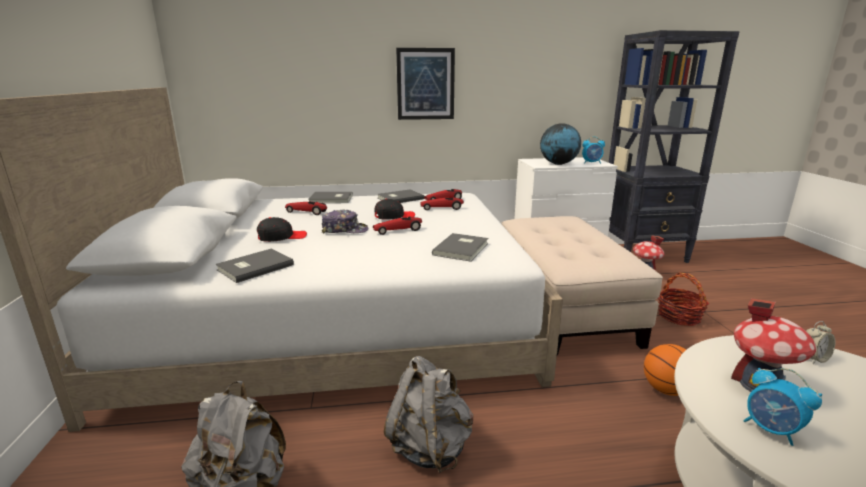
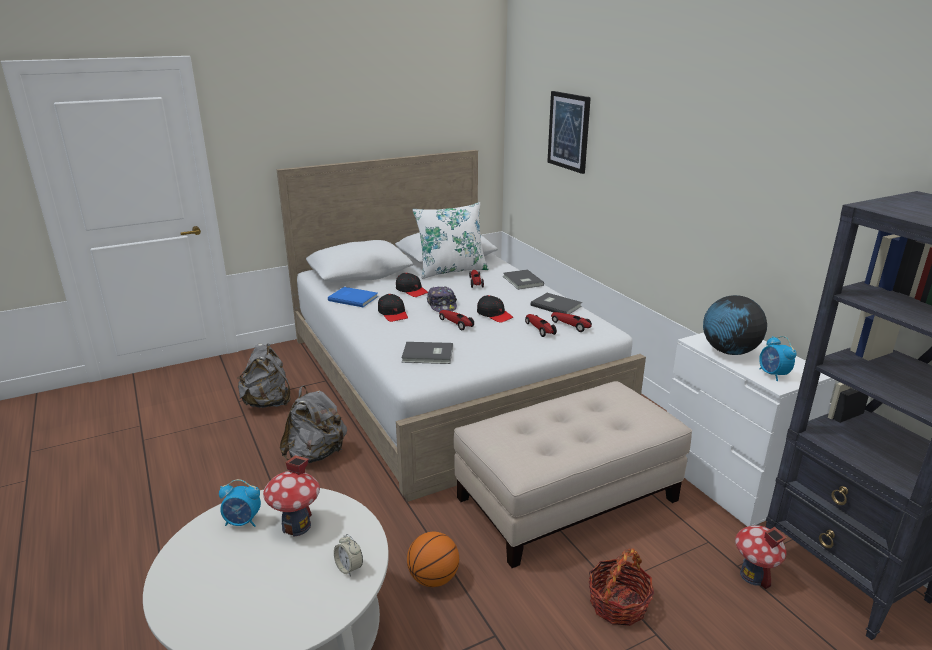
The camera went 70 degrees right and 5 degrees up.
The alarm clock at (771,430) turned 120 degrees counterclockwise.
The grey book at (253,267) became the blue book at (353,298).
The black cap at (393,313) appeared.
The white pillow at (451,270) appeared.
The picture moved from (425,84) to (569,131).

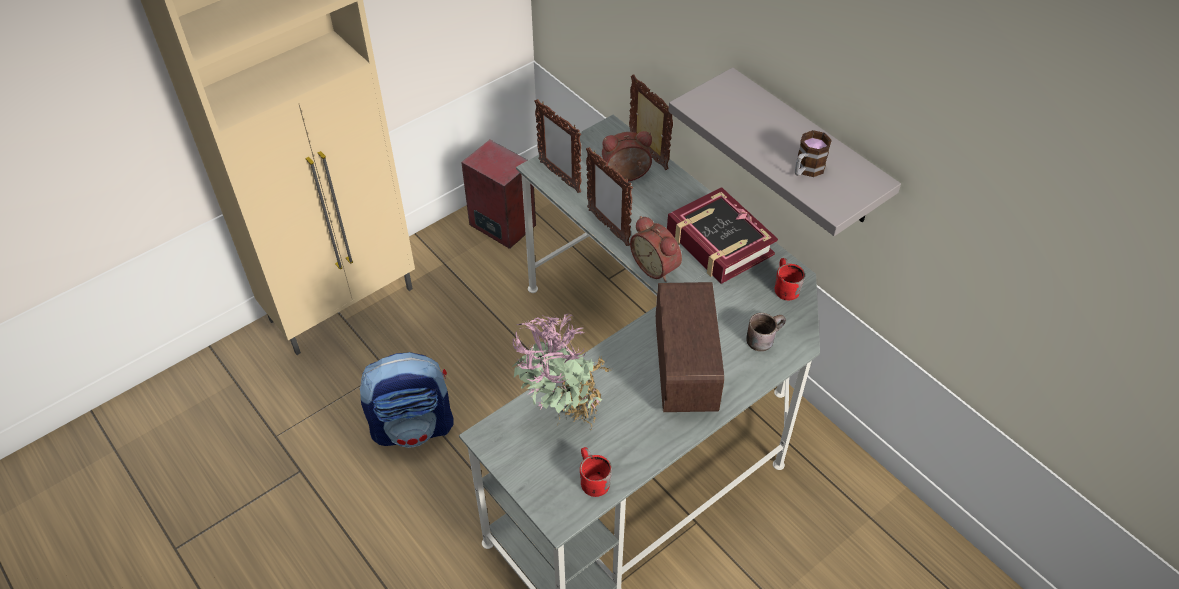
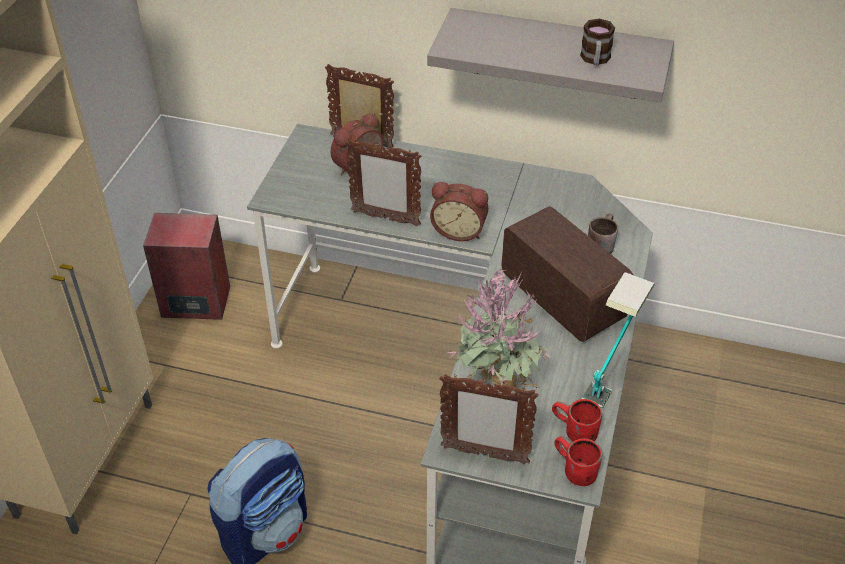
The camera went 35 degrees left and 5 degrees down.
The picture frame moved from (559,177) to (484,455).
The red mug moved from (783,287) to (573,470).
The table lamp at (611,371) appeared.
The book at (719,243) disappeared.

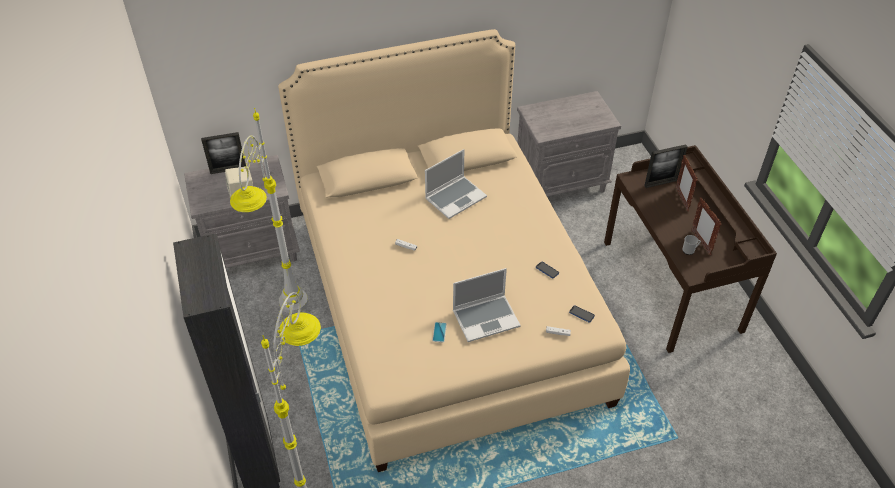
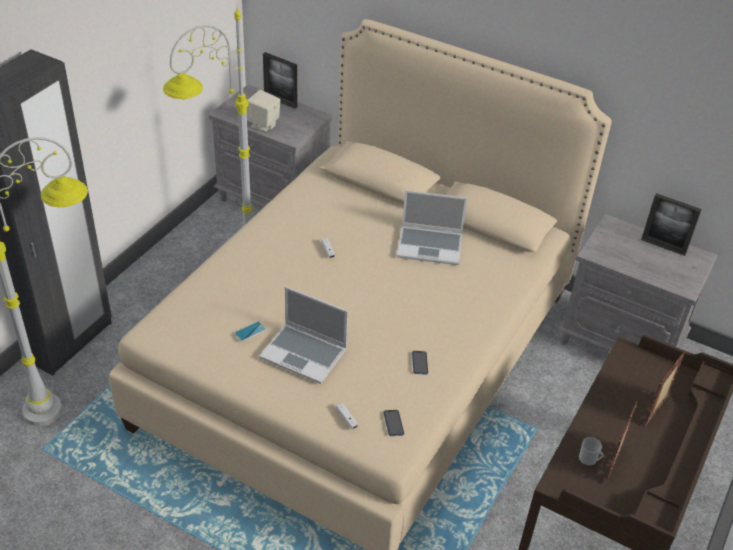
The camera went 45 degrees right and 5 degrees down.
The picture frame moved from (661,183) to (663,246).

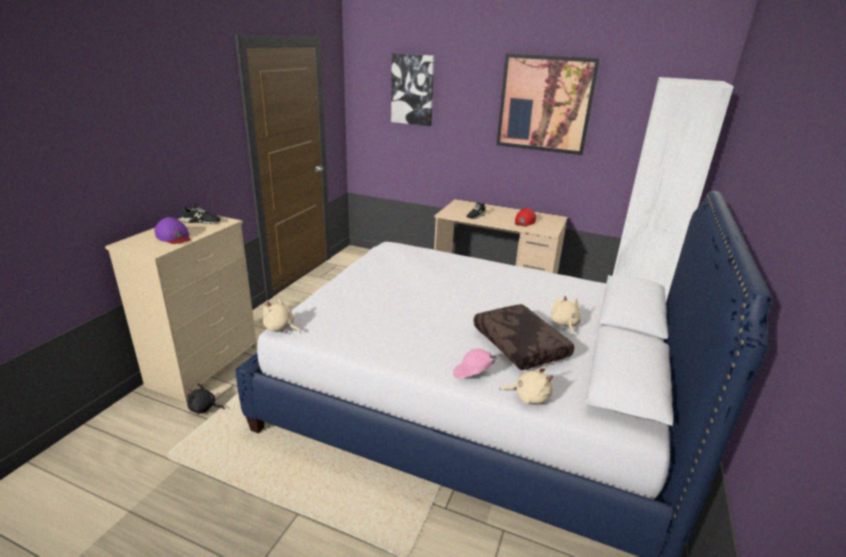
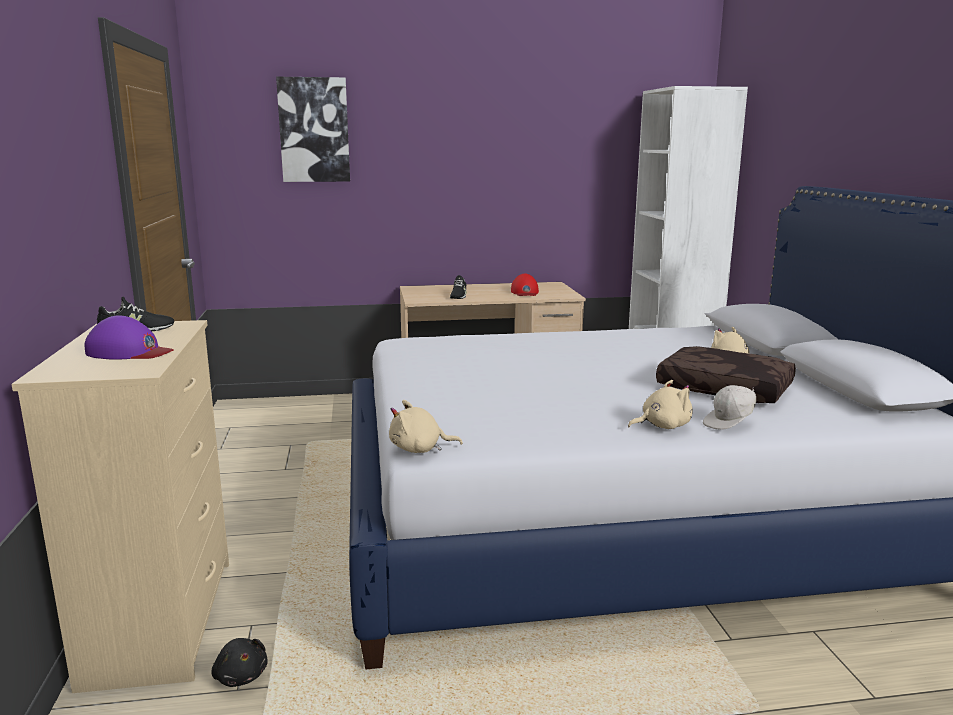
The camera went 30 degrees left and 10 degrees down.
The black plush toy at (204,408) turned 105 degrees counterclockwise.
The beige plush toy moved from (528,397) to (662,426).
The pink cap at (473,374) became the white cap at (730,423).
The picture at (545,104) disappeared.

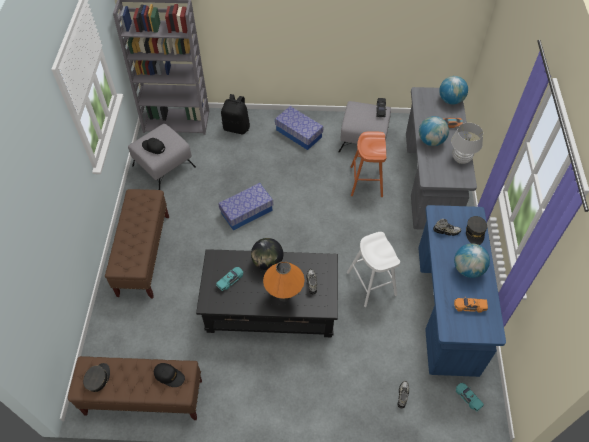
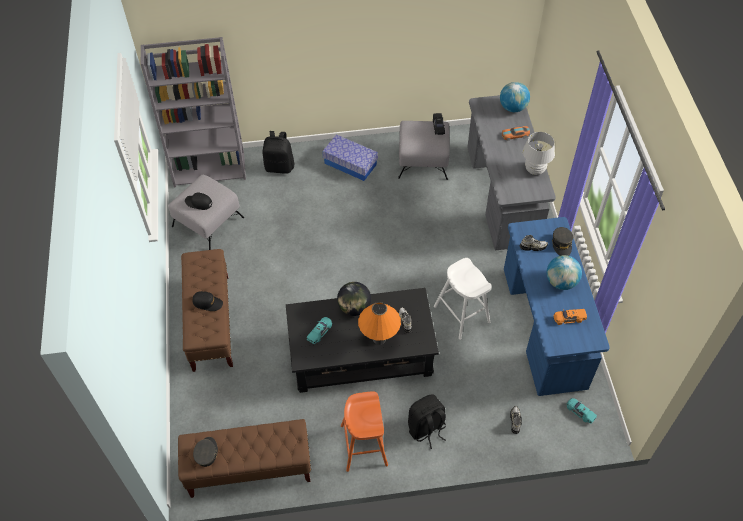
The camera went 10 degrees left and 0 degrees up.
The black cap moved from (169,376) to (207,303).
The orange stool moved from (366,181) to (364,445).
The black backpack at (426,429) appeared.
The storage box at (247,212) disappeared.
The globe at (431,141) disappeared.

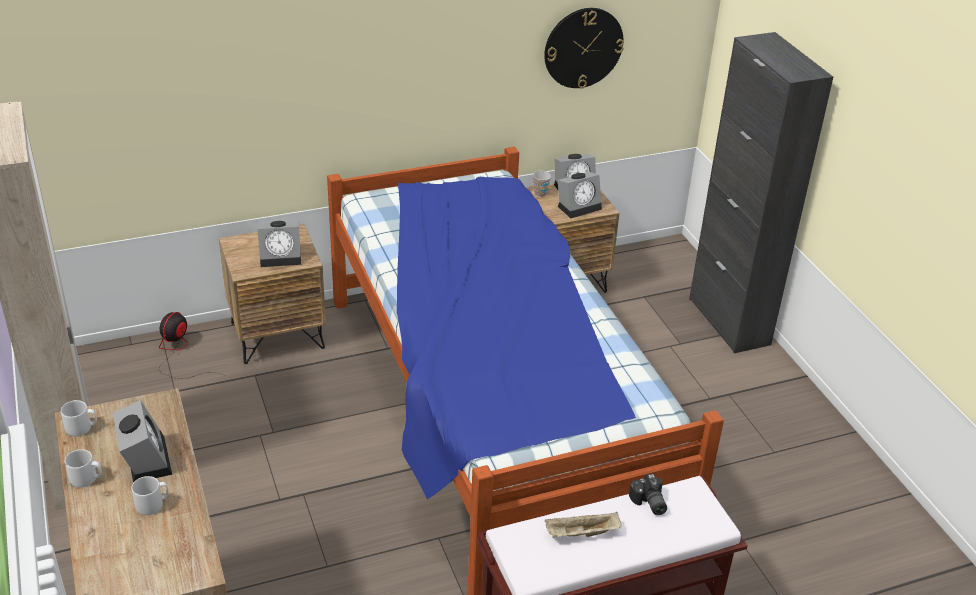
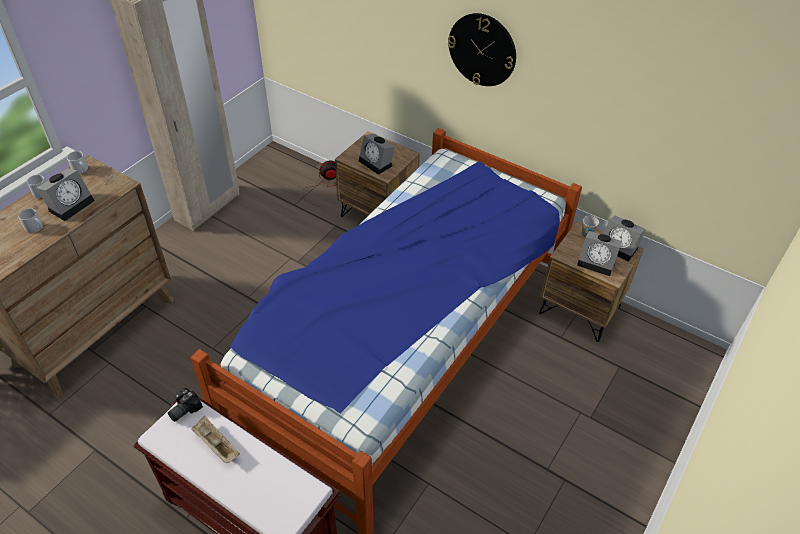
The camera went 55 degrees right and 10 degrees up.
The photo camera moved from (648,503) to (183,409).
The wall clock moved from (583,47) to (482,50).
The black cabinet at (729,321) disappeared.

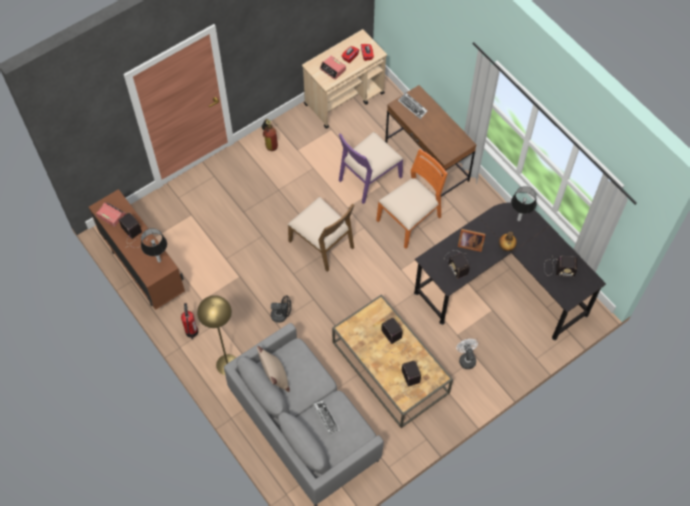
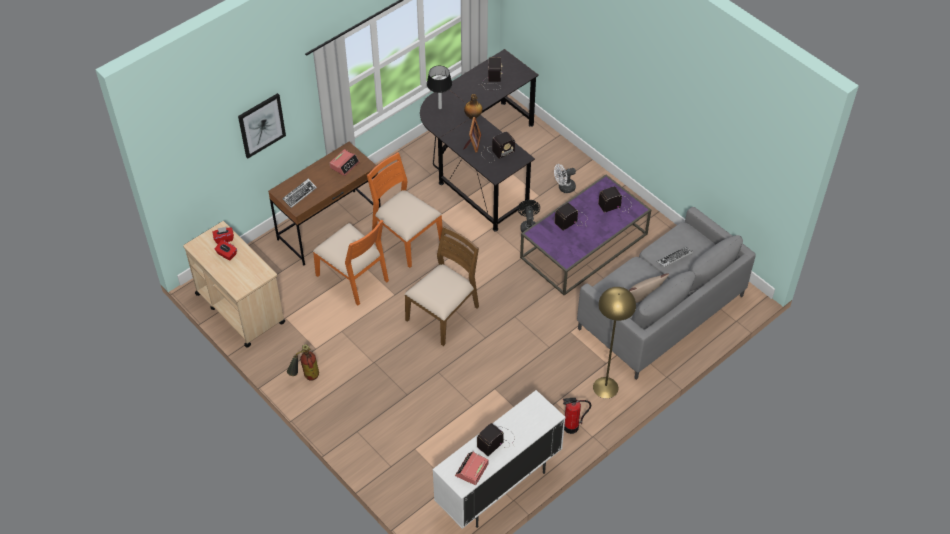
The camera went 95 degrees left and 10 degrees down.
The picture at (261,125) appeared.
The purple chair at (369,178) became the orange chair at (353,277).
The alarm clock moved from (333,69) to (344,165).
The brown cabinet at (144,271) became the white cabinet at (498,488).
The black fan moved from (282,315) to (528,226).
The brown coffee table at (390,368) became the purple coffee table at (584,246).
The table lamp at (159,260) disappeared.

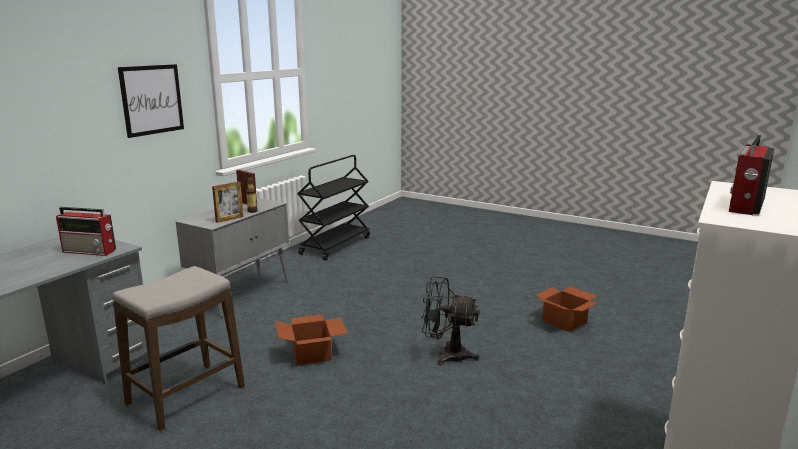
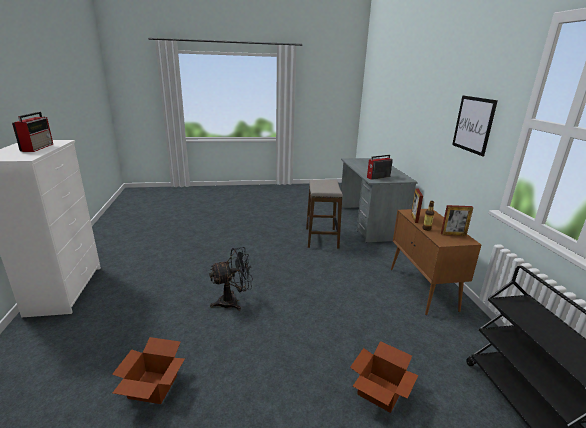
The camera went 140 degrees right and 5 degrees up.
The cardboard box moved from (313,354) to (379,392).
The grey cabinet at (242,294) became the brown cabinet at (422,289).

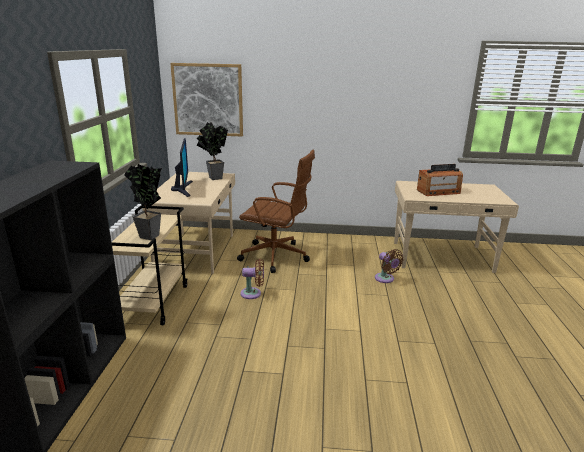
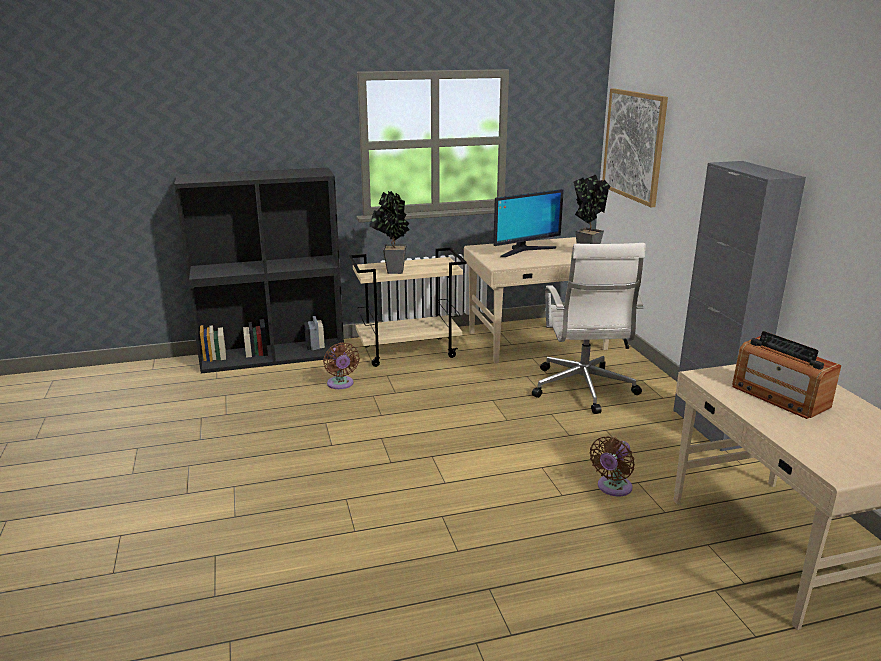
The camera went 70 degrees right and 0 degrees up.
The brown fan moved from (253,293) to (341,384).
The brown office chair at (276,256) became the white office chair at (583,390).
The grey cabinet at (712,427) appeared.

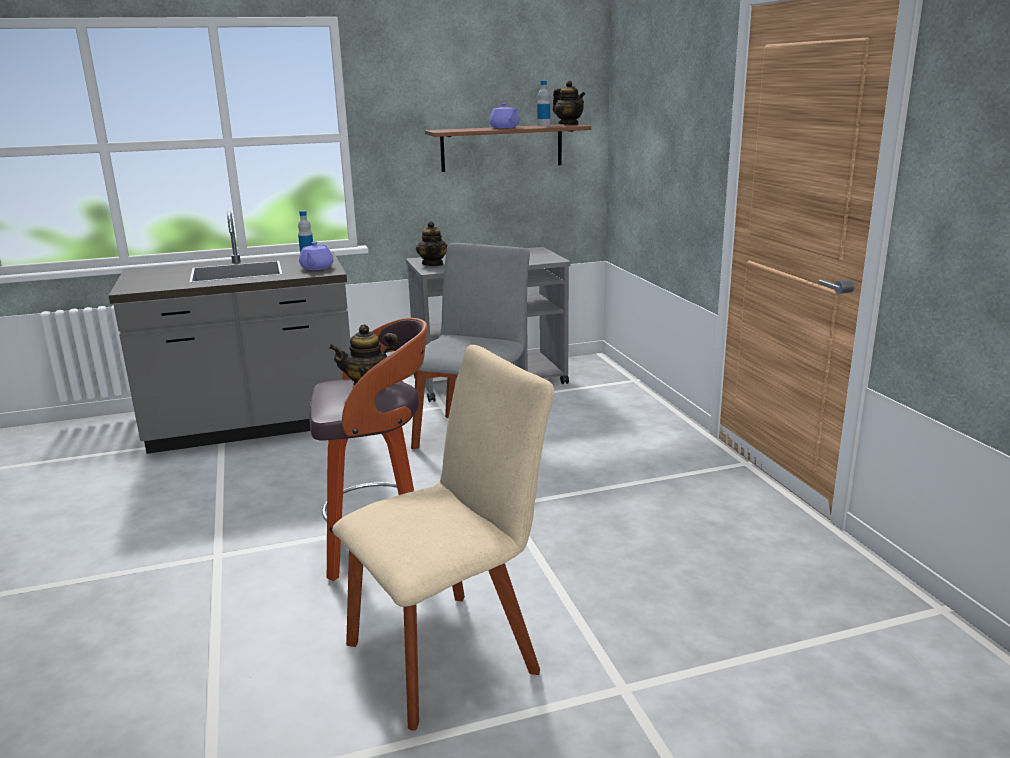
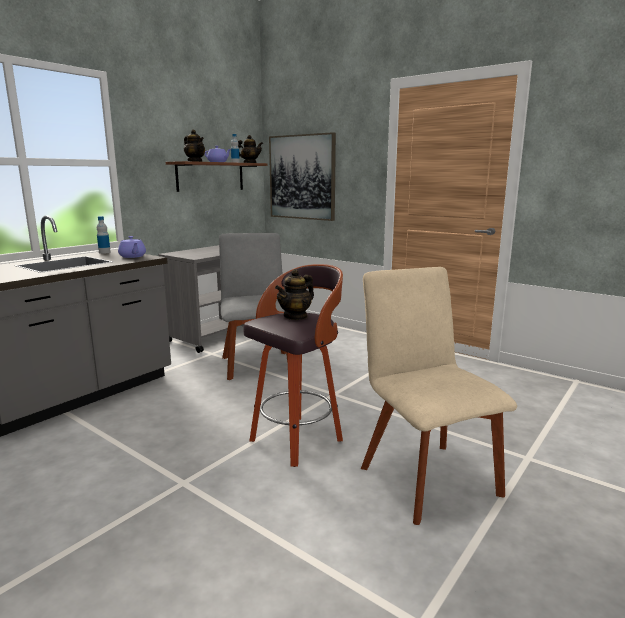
The camera went 35 degrees left and 5 degrees down.
The teapot moved from (433,264) to (195,161).
The picture at (302,177) appeared.
The beige chair at (449,652) turned 45 degrees counterclockwise.

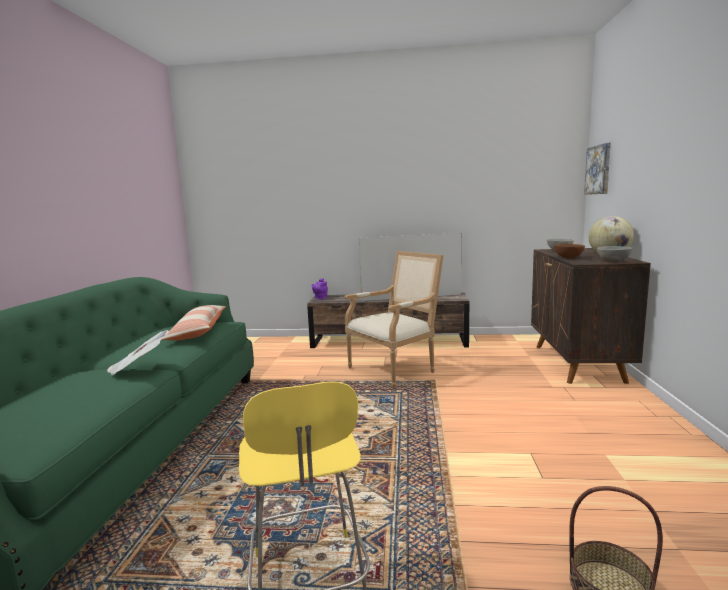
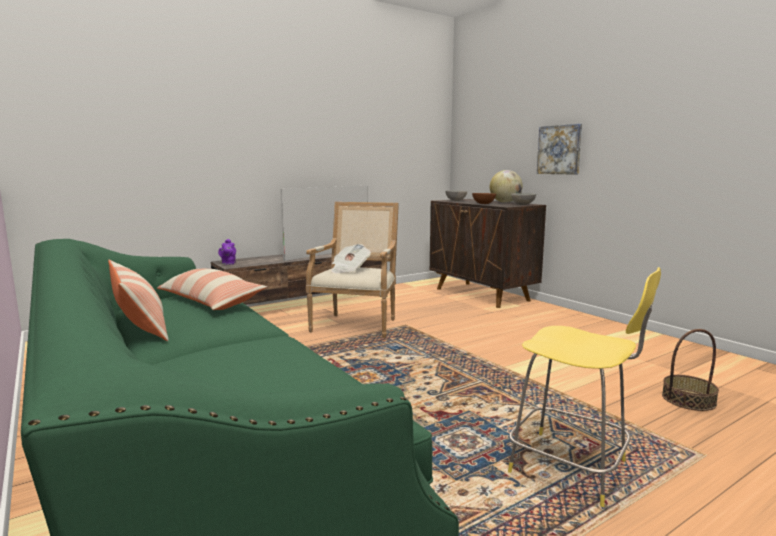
The camera went 40 degrees left and 0 degrees up.
The pillow at (140,324) appeared.
The newspaper moved from (139,368) to (349,270).
The picture moved from (598,170) to (559,150).

